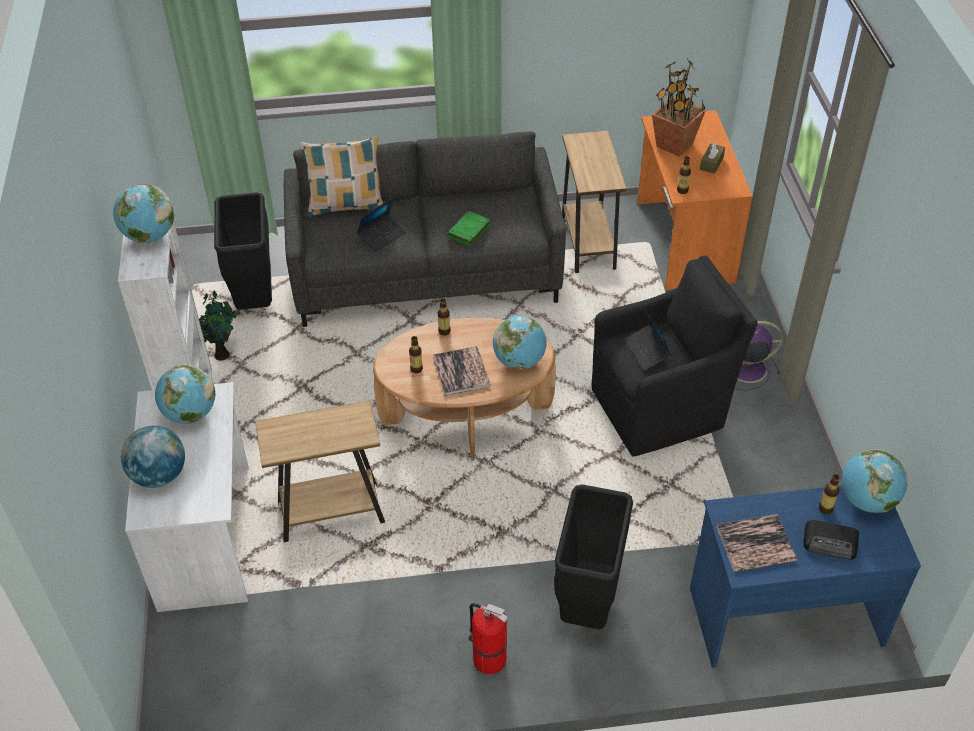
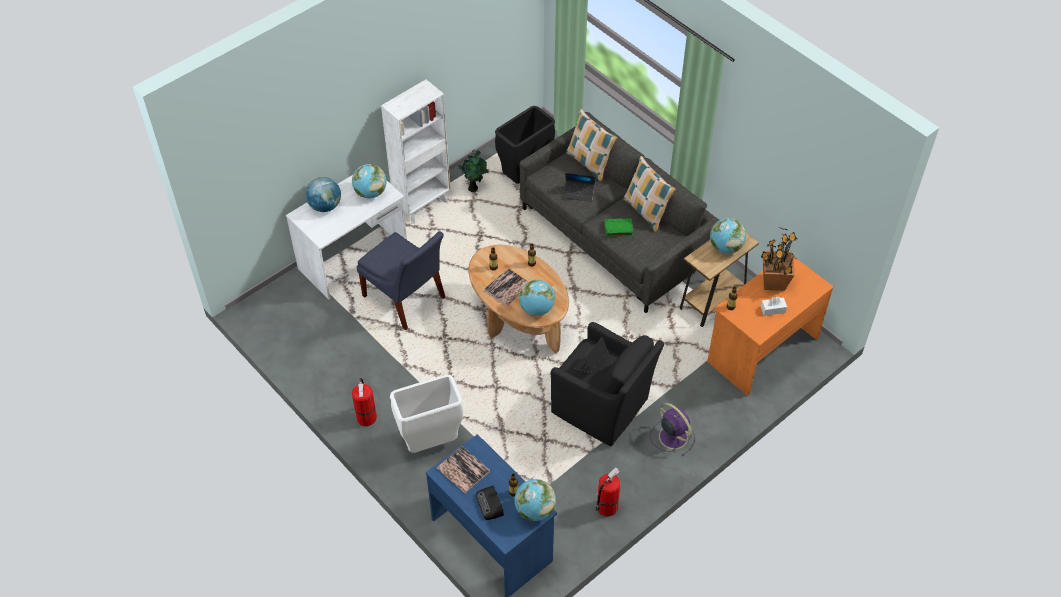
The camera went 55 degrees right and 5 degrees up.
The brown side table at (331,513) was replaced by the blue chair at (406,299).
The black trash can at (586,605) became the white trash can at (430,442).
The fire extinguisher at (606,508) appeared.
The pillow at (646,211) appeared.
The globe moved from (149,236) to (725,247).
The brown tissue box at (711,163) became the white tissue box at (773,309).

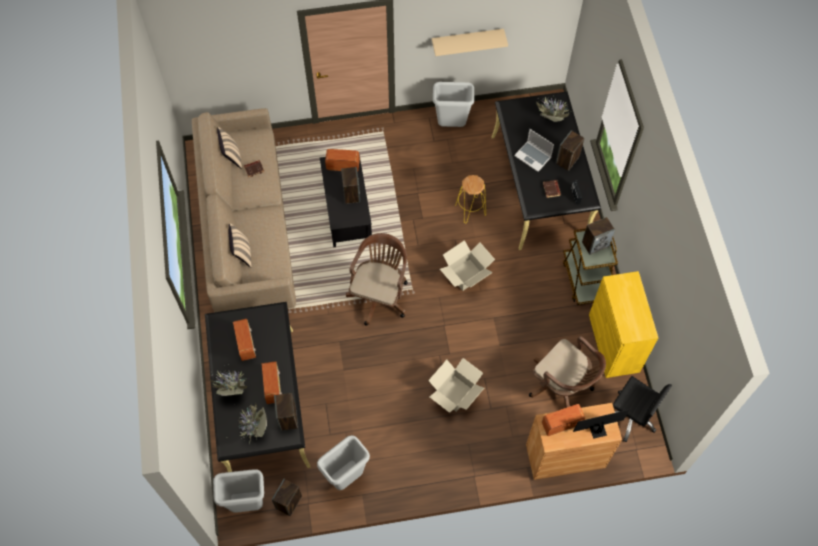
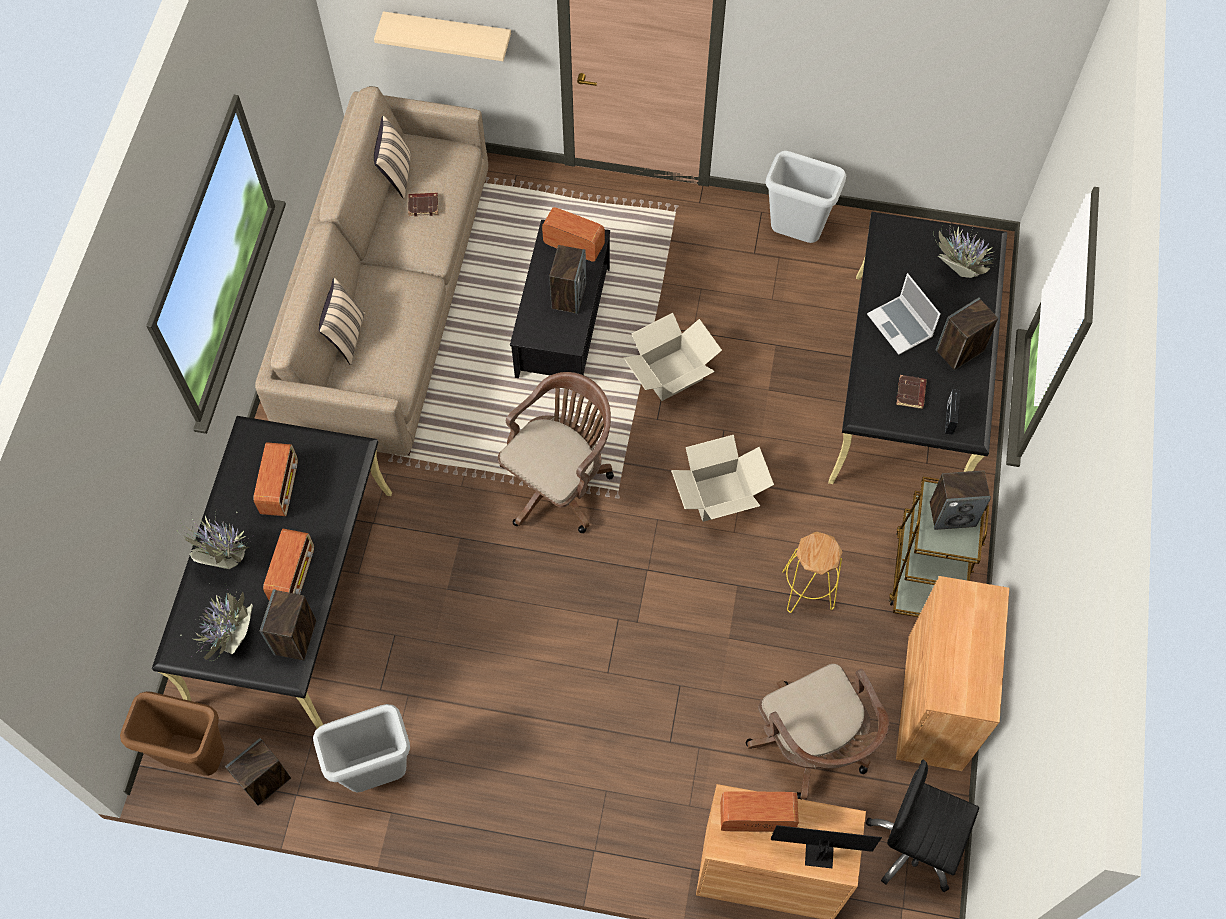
The camera went 20 degrees right and 0 degrees up.
The grey trash can at (247,503) became the brown trash can at (199,758).
The beige shelf moved from (467,39) to (448,32).
The cardboard box moved from (455,393) to (670,374).
The yellow stool moved from (470,210) to (807,589).
The black office chair at (630,416) turned 150 degrees clockwise.
The yellow cabinet at (614,343) became the brown cabinet at (934,702).

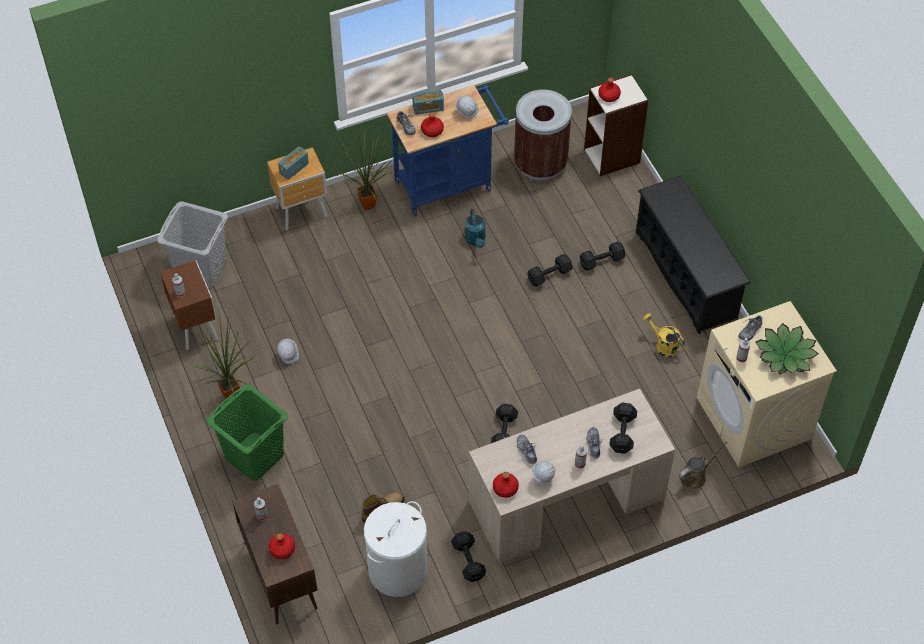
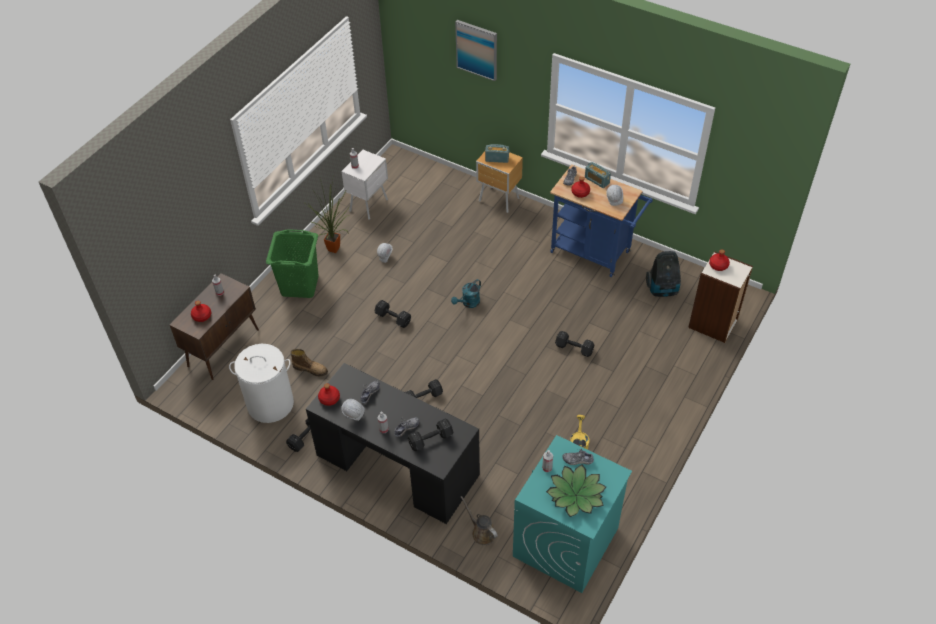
The camera went 55 degrees right and 5 degrees down.
The beige desk at (565,499) became the black desk at (397,464).
The brown nightstand at (196,326) became the white nightstand at (369,205).
The black dumbbell moved from (603,261) to (393,319).
The turquoise watering can moved from (476,240) to (468,303).
The picture at (477,49) appeared.
The brown watering can at (695,476) turned 150 degrees counterclockwise.
The beige washing machine at (754,419) became the turquoise washing machine at (565,543).
The brown trash can at (540,164) was replaced by the vacuum cleaner at (663,290).
The grey laundry basket at (201,268) disappeared.
The potted plant at (367,203) disappeared.
The black shoe rack at (686,275) disappeared.

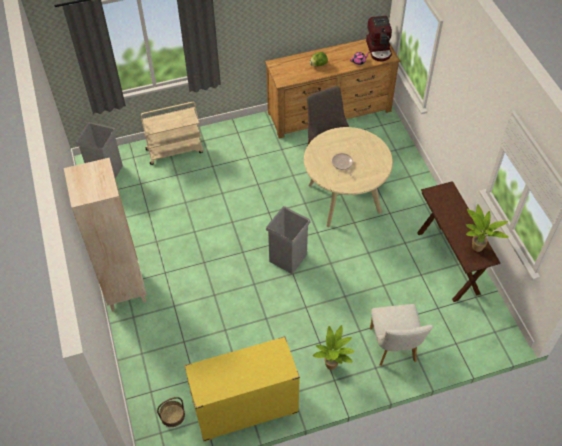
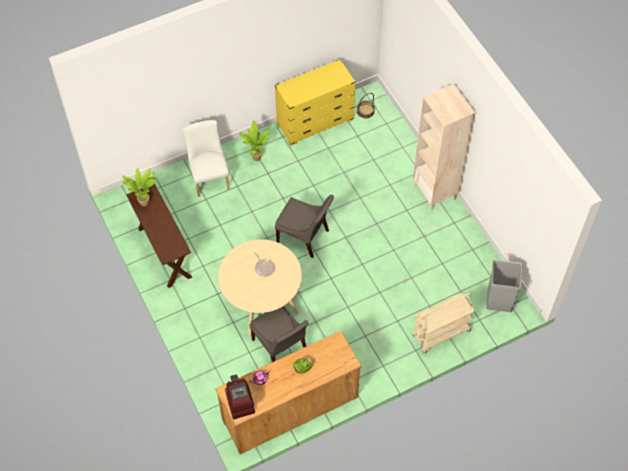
The camera went 170 degrees right and 5 degrees up.
The grey trash can at (288,258) was replaced by the grey chair at (304,237).

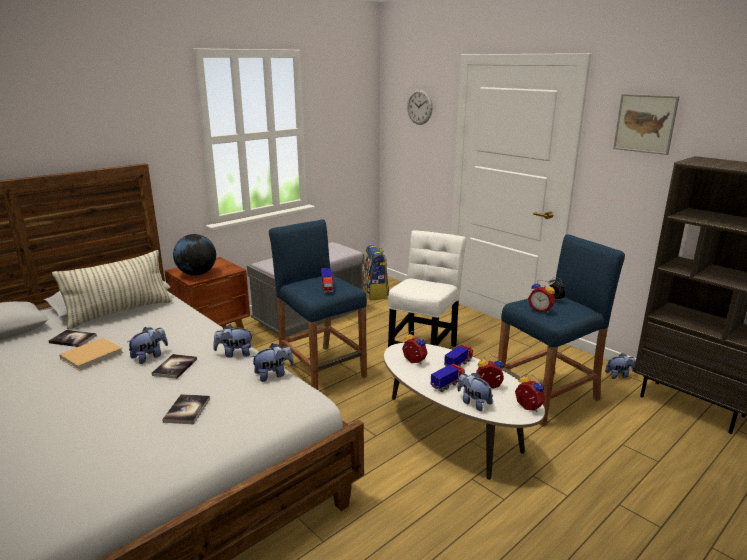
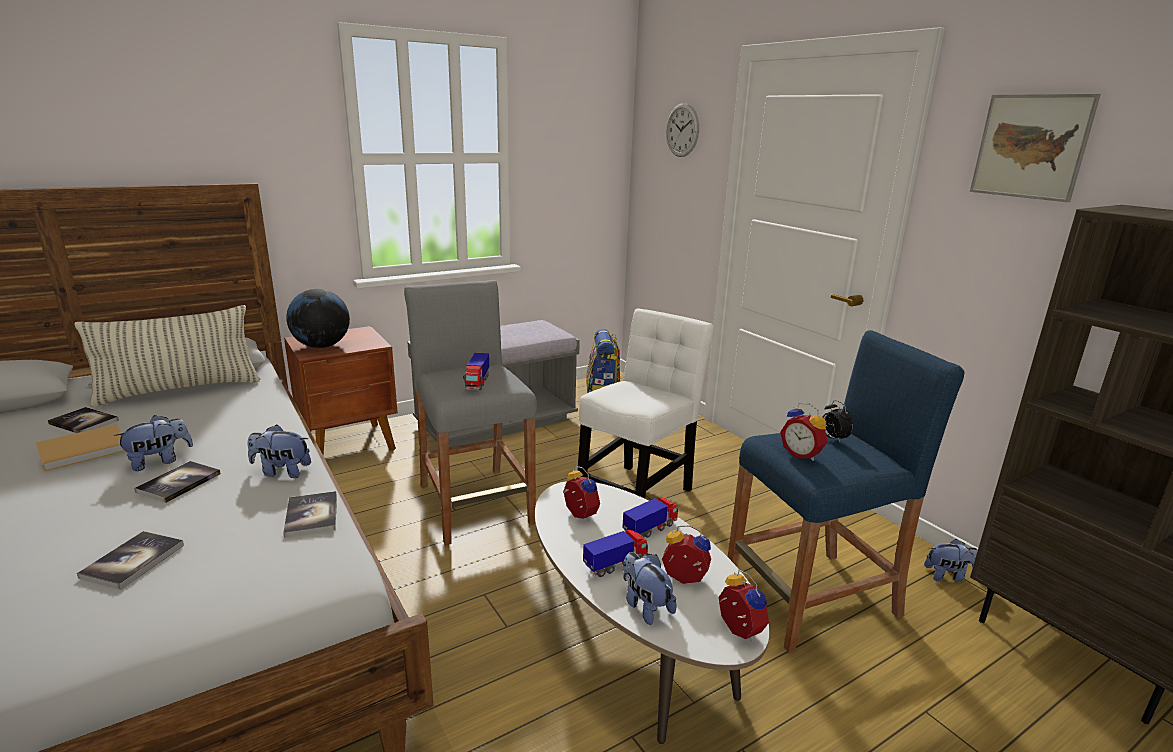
The camera went 10 degrees right and 0 degrees up.
The plush toy at (273,375) was replaced by the book at (311,515).
The blue stool at (321,369) became the grey stool at (475,504).

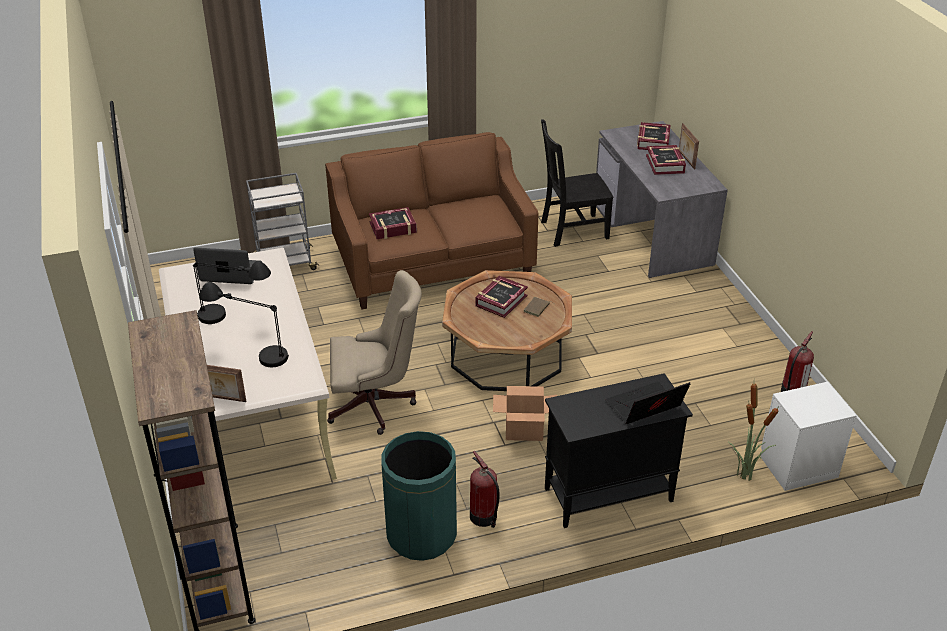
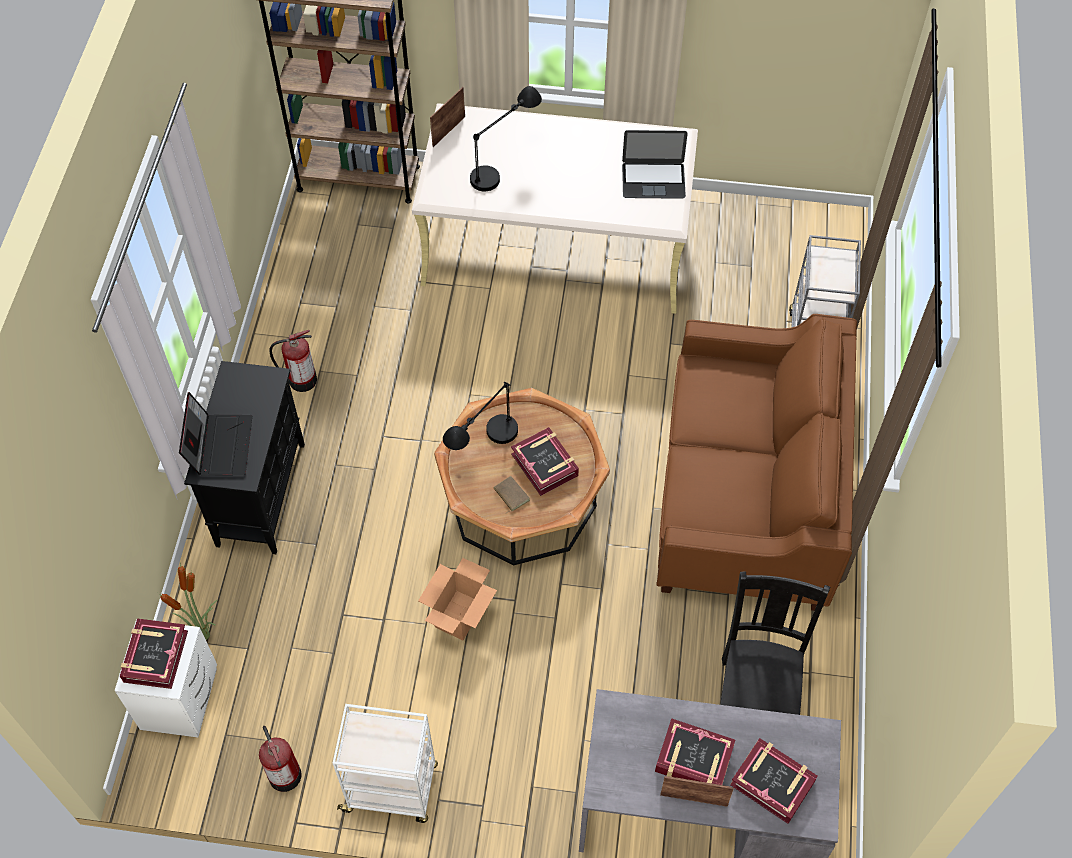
The camera went 115 degrees right and 20 degrees up.
The book moved from (393,228) to (155,656).
The white cart at (392,788) appeared.
The cardboard box moved from (523,431) to (459,615).
The black table lamp moved from (235,319) to (484,449).
The laptop at (231,272) turned 60 degrees clockwise.
The beige office chair at (376,405) disappeared.
The green trash can at (421,534) disappeared.

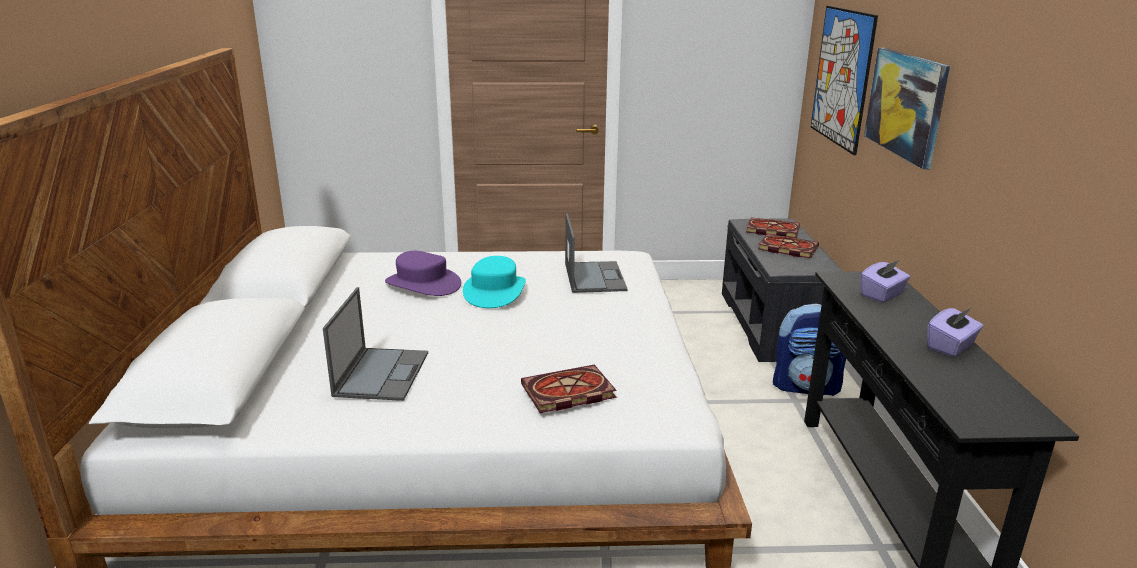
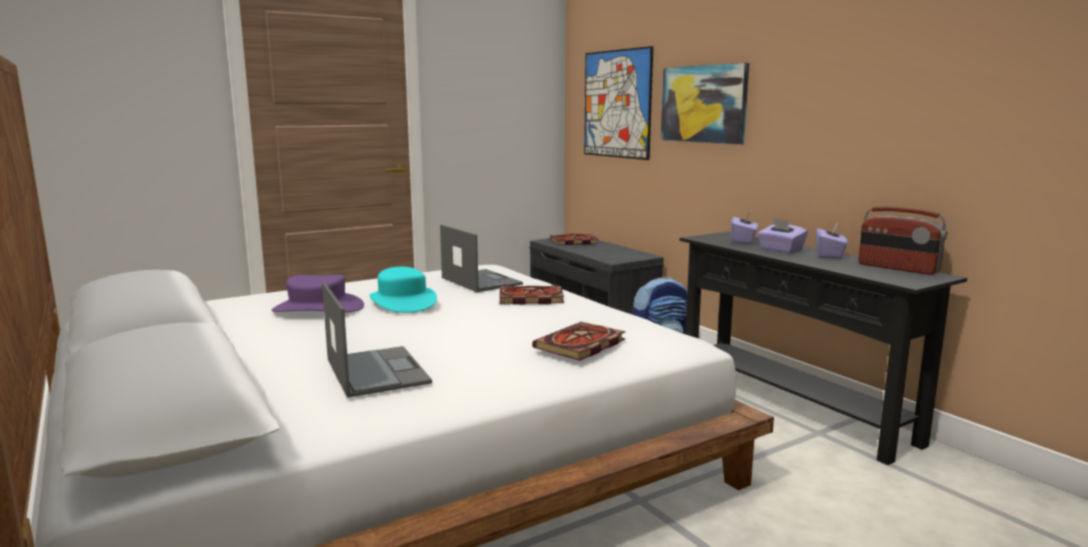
The camera went 30 degrees left and 10 degrees down.
The book moved from (786,248) to (529,298).
The purple tissue box at (780,250) appeared.
The radio at (897,268) appeared.

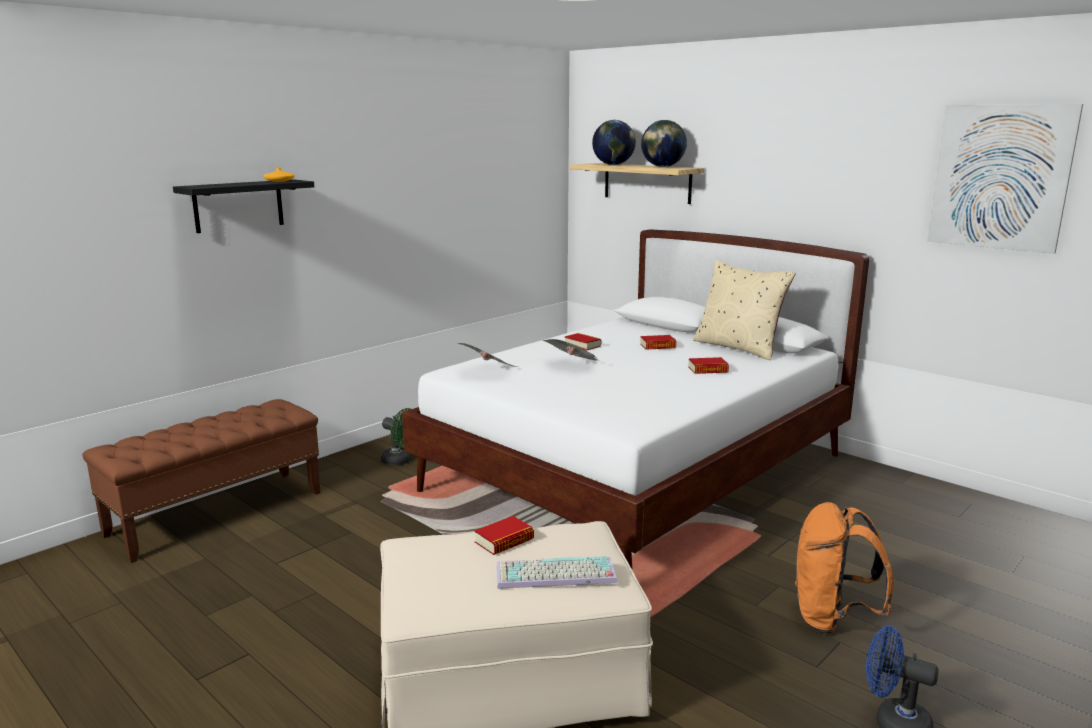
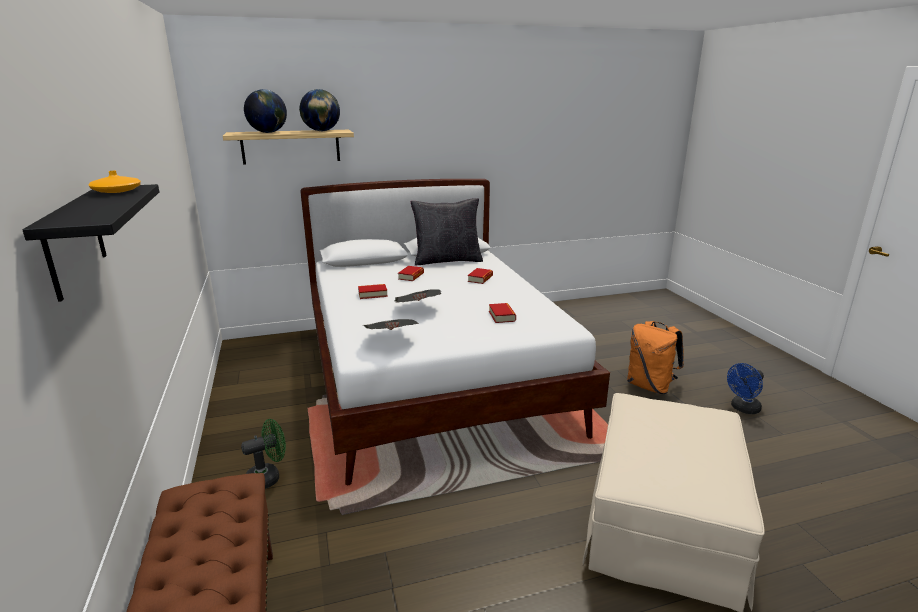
The camera went 60 degrees left and 5 degrees up.
The beige pillow at (738,347) became the black pillow at (447,260).
The book moved from (504,541) to (502,316).
The keyboard at (554,575) disappeared.
The picture at (1000,177) disappeared.

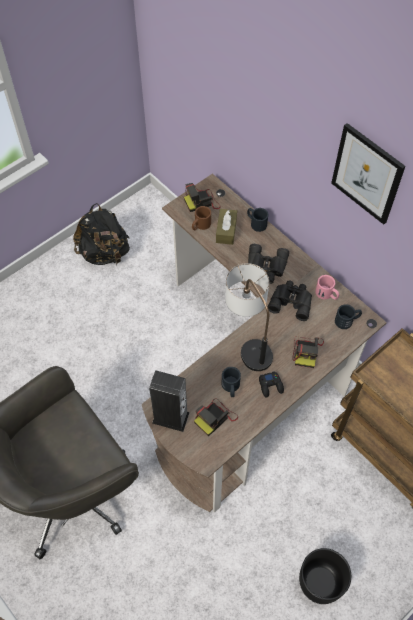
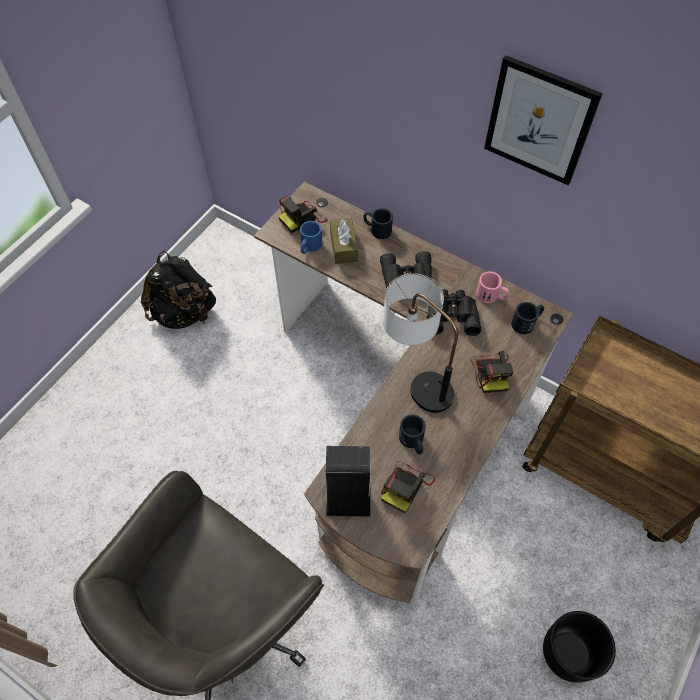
The camera went 15 degrees left and 0 degrees up.
The brown mug at (200,225) became the blue mug at (309,247).
The black game controller at (271,386) disappeared.

